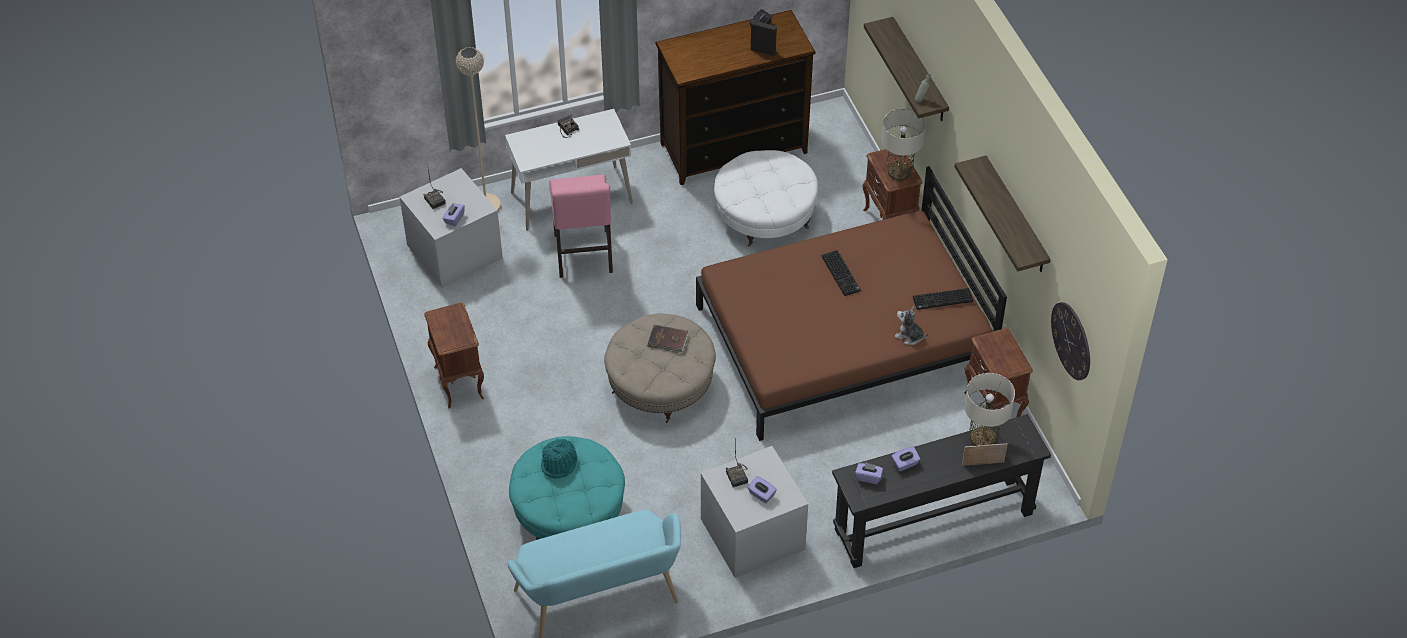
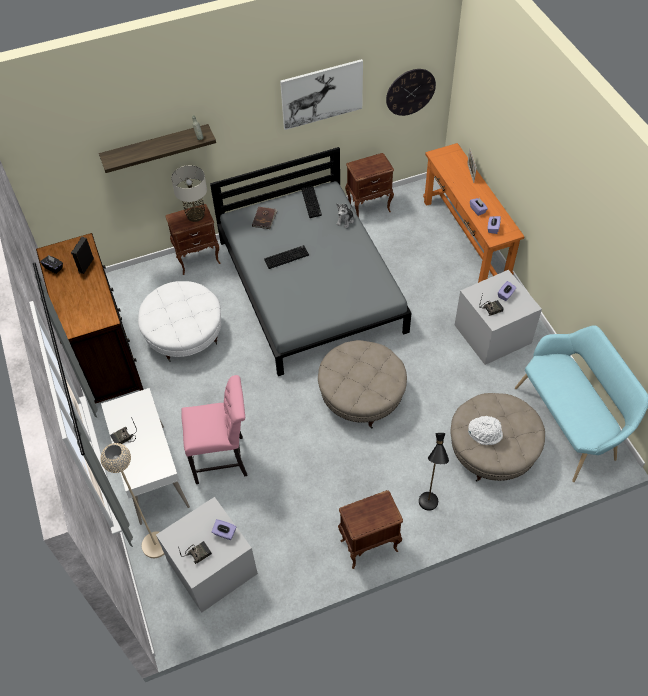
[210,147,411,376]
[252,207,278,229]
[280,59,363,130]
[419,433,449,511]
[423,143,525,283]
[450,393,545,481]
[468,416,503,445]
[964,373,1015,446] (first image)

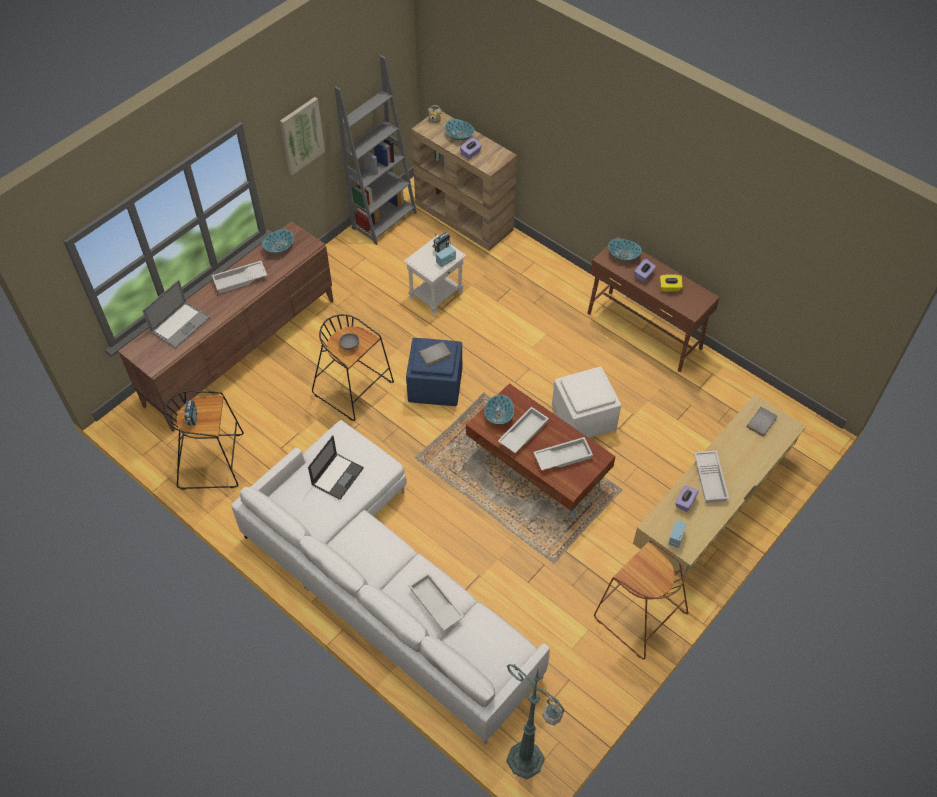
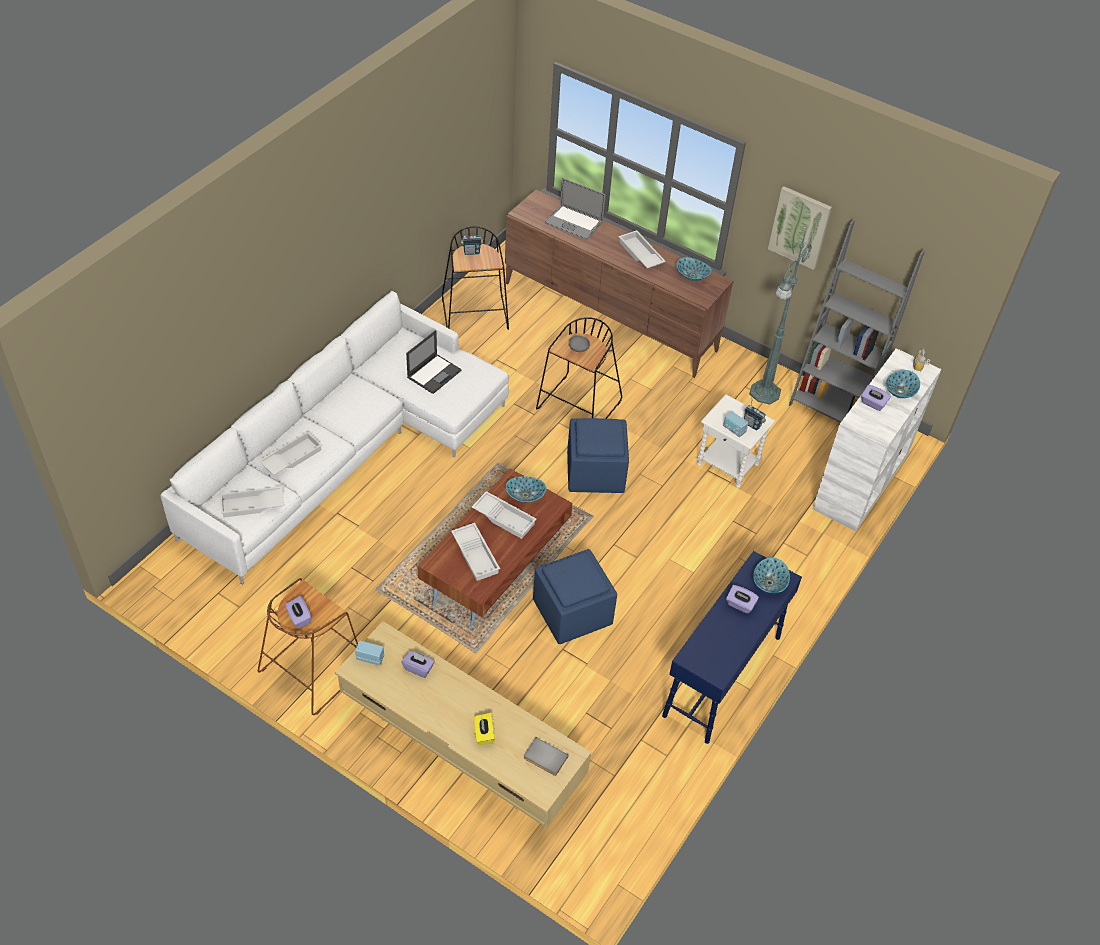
[220,486,284,518]
[285,596,312,628]
[406,330,462,394]
[474,713,495,745]
[533,549,617,644]
[662,551,802,744]
[749,227,812,405]
[812,348,941,532]
[419,341,451,366] (first image)

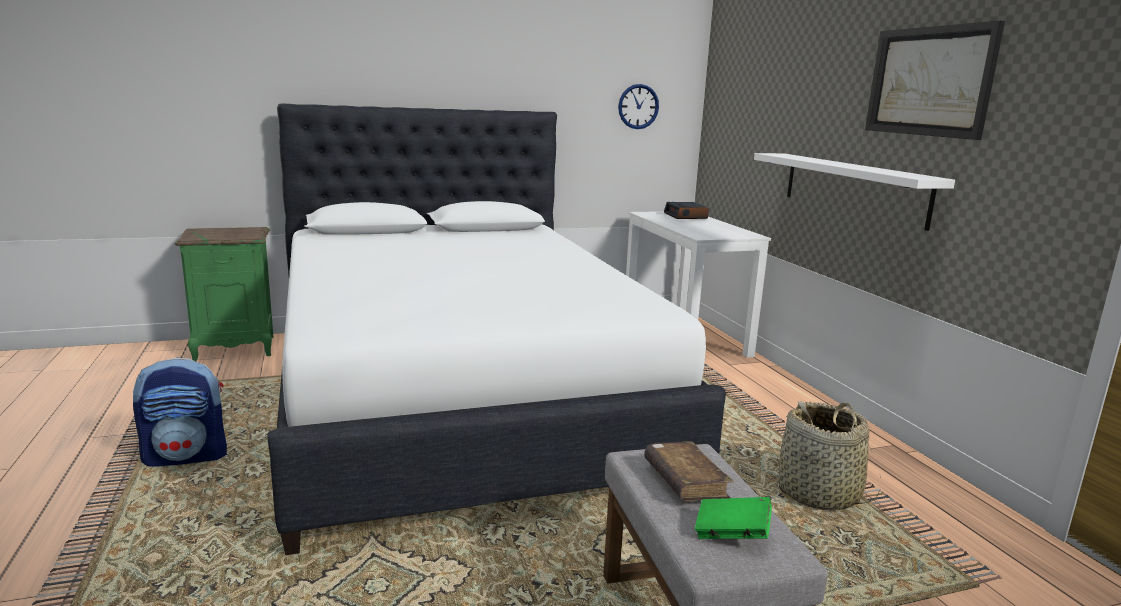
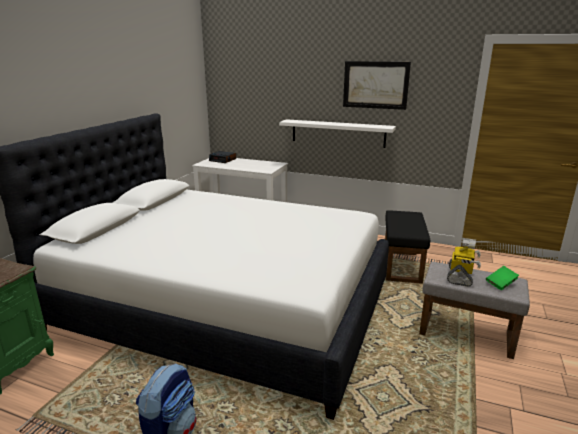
[385,210,430,284]
[447,238,481,287]
[618,84,659,129] (first image)

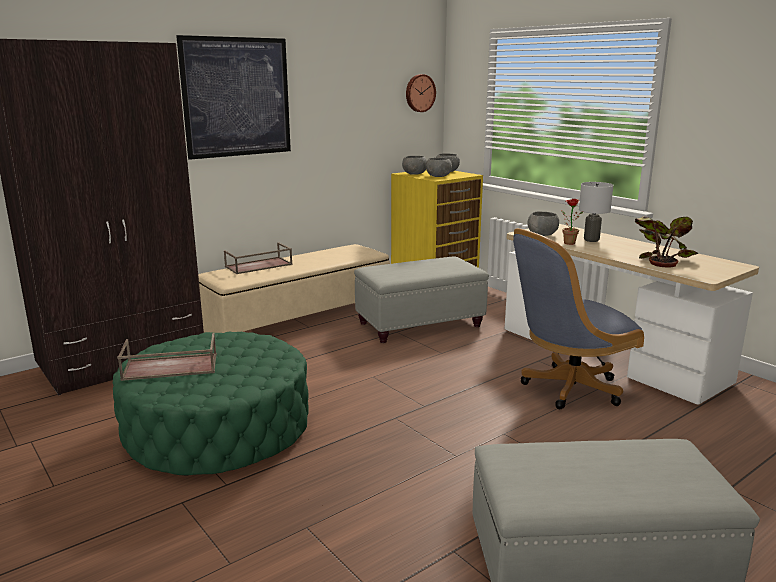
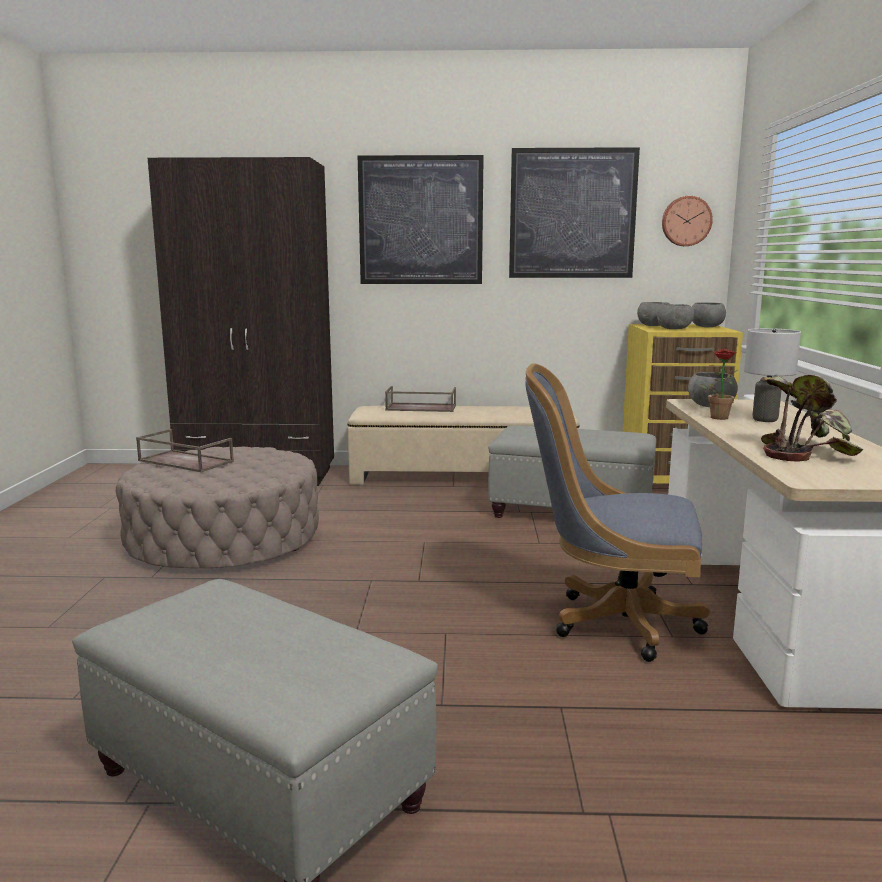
[116,447,319,568]
[509,147,640,278]

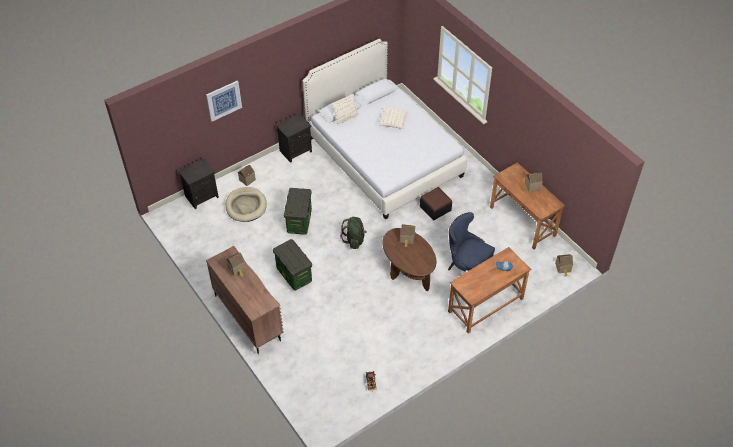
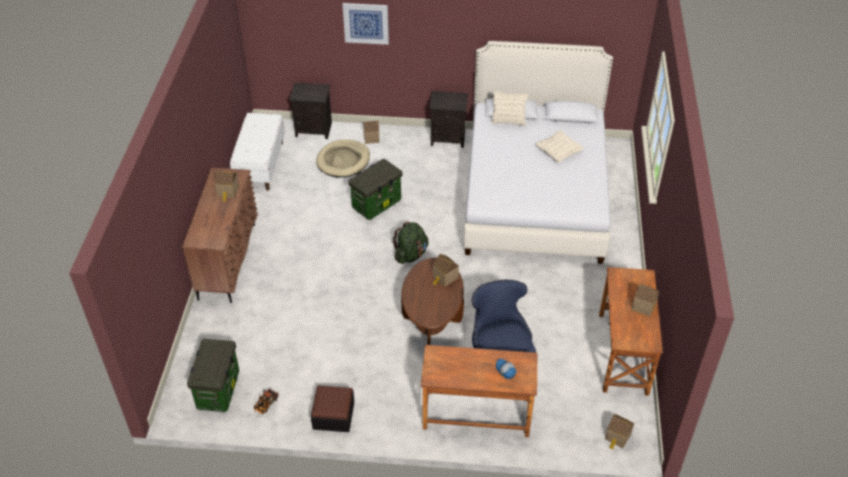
[187,338,239,412]
[230,113,285,191]
[311,386,354,432]

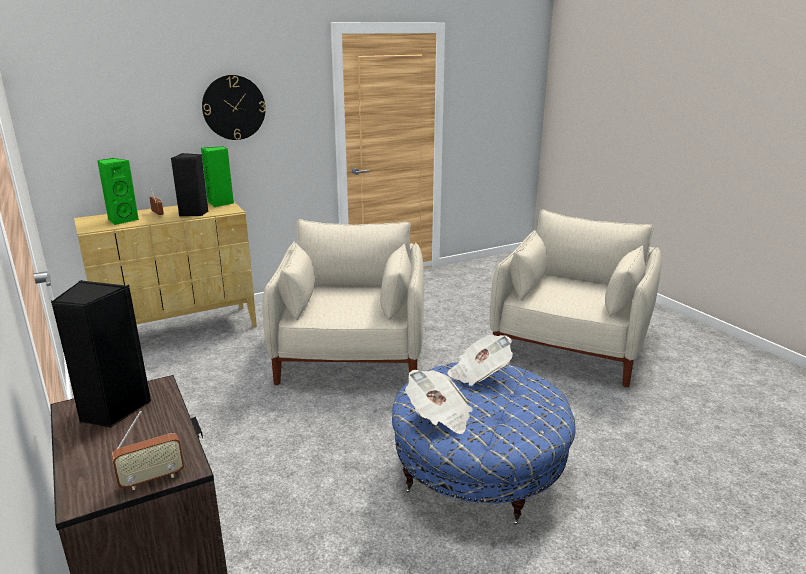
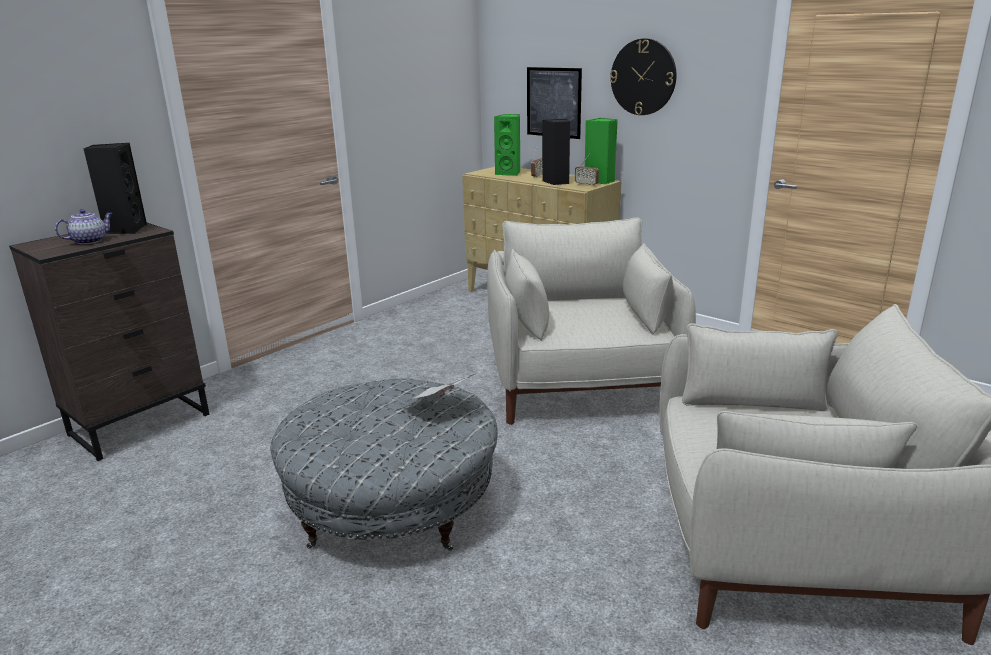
[55,209,113,244]
[270,378,498,551]
[487,218,696,425]
[527,67,582,139]
[575,154,599,186]
[405,370,473,434] (first image)

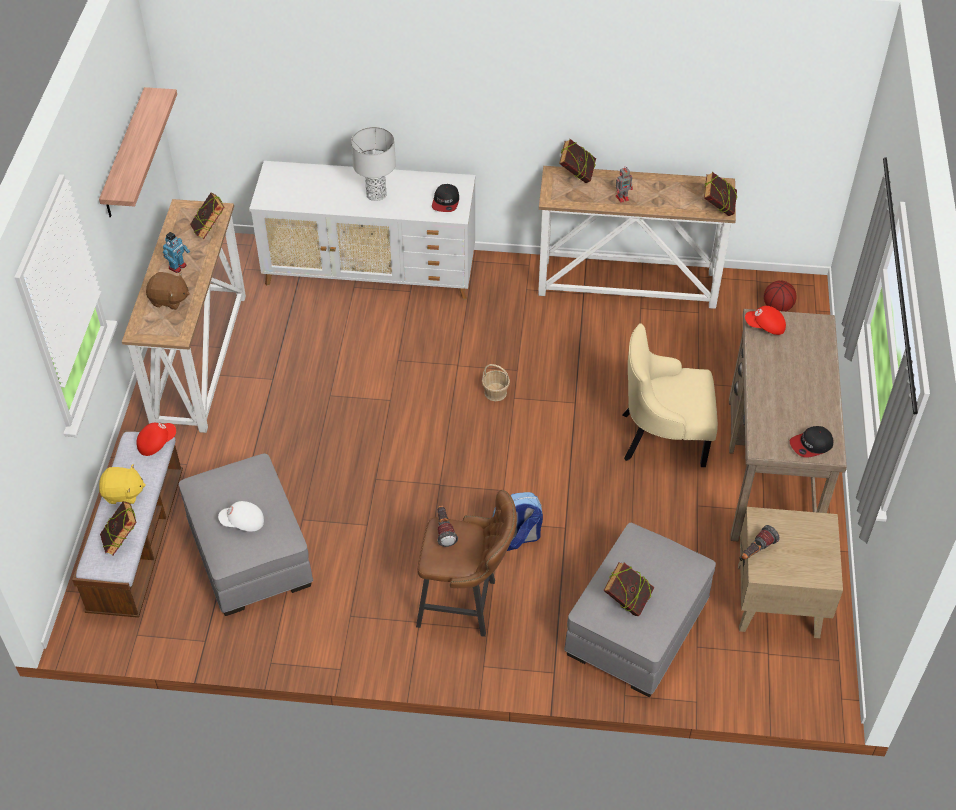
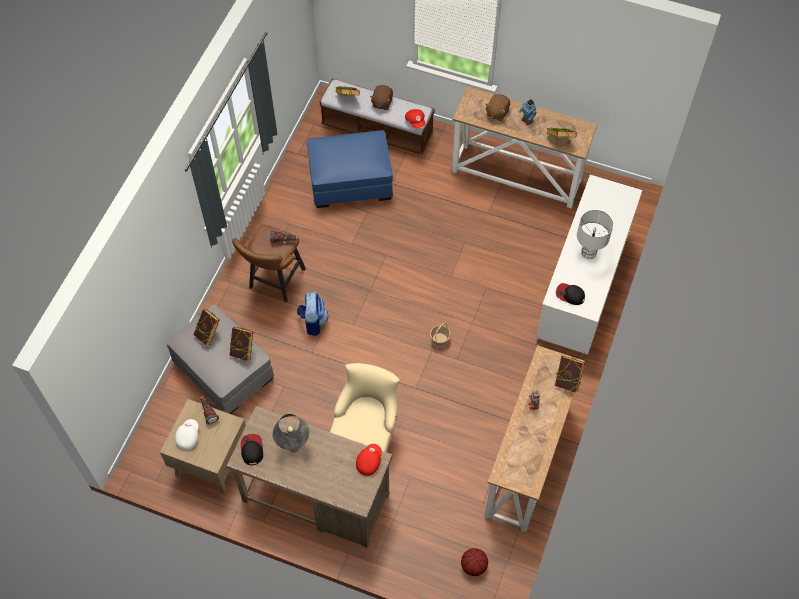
[175,419,198,450]
[229,327,253,361]
[273,414,309,452]
[307,130,393,208]
[370,85,393,110]
[99,87,177,217] (first image)

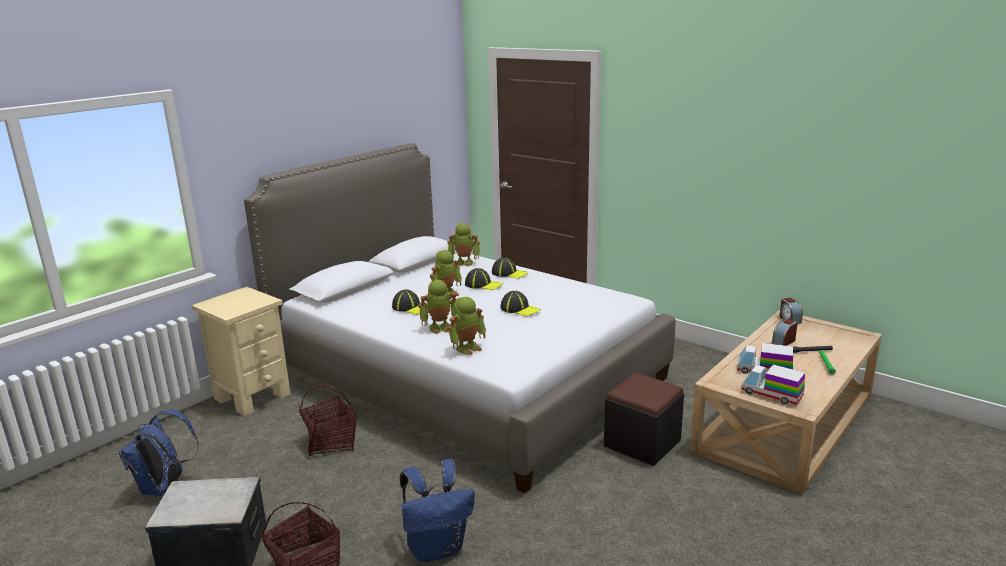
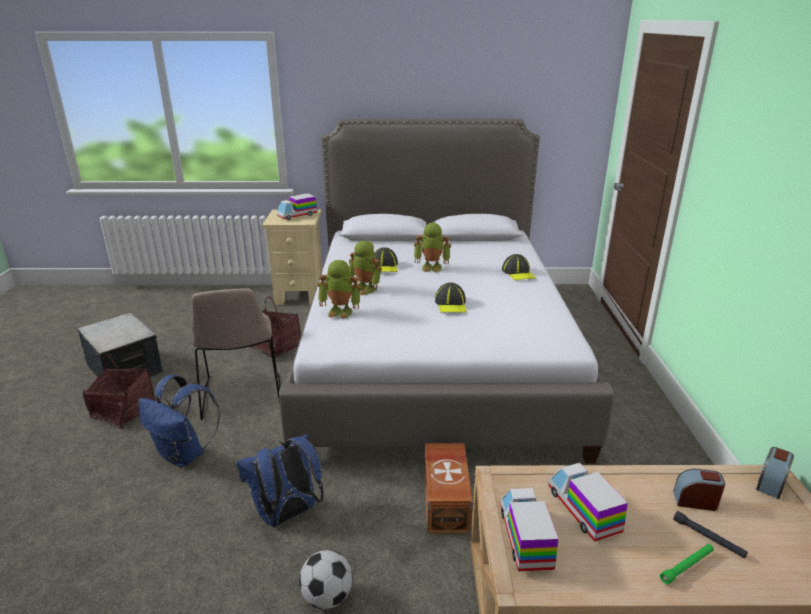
[191,288,280,420]
[236,434,324,527]
[277,193,317,220]
[299,550,353,609]
[424,443,473,534]
[447,223,480,267] (first image)
[465,268,503,290] (first image)

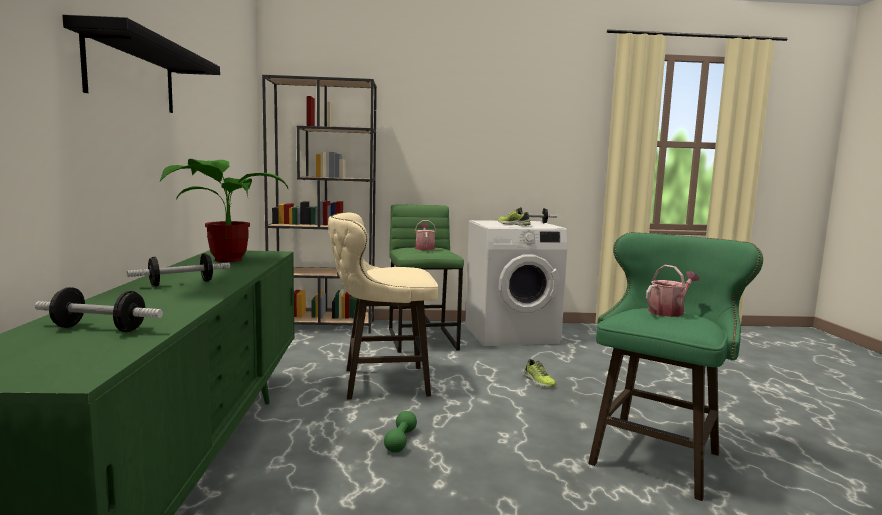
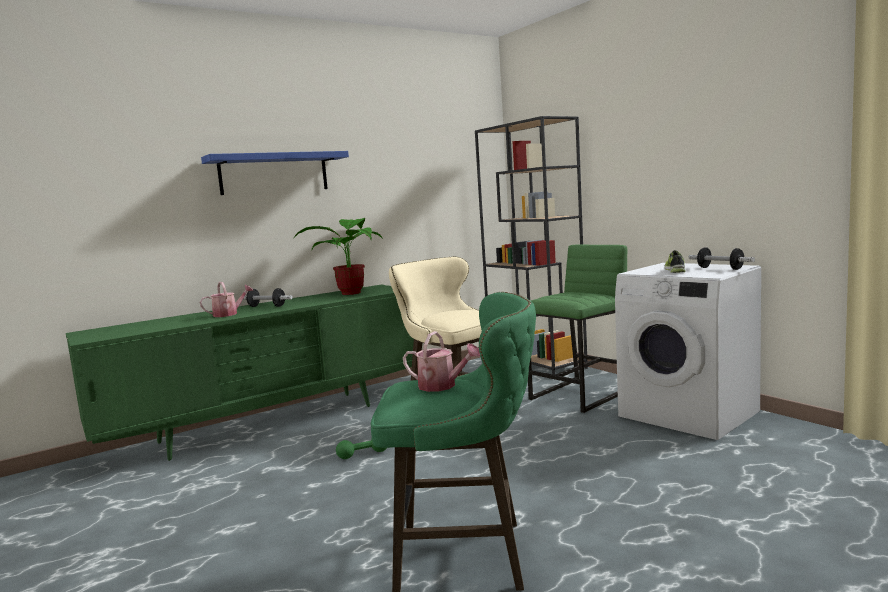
[200,282,253,317]
[201,151,349,195]
[35,287,163,332] (first image)
[524,359,556,387] (first image)

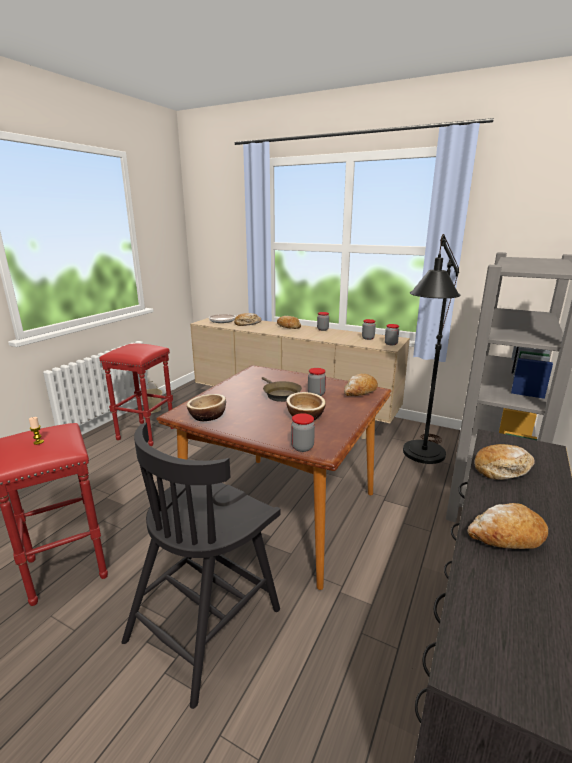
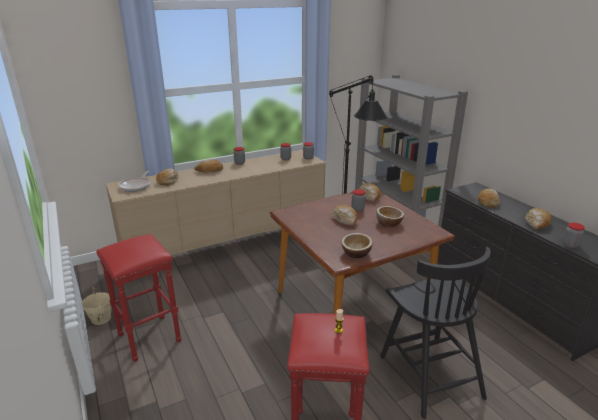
[331,204,358,226]
[563,223,585,248]

